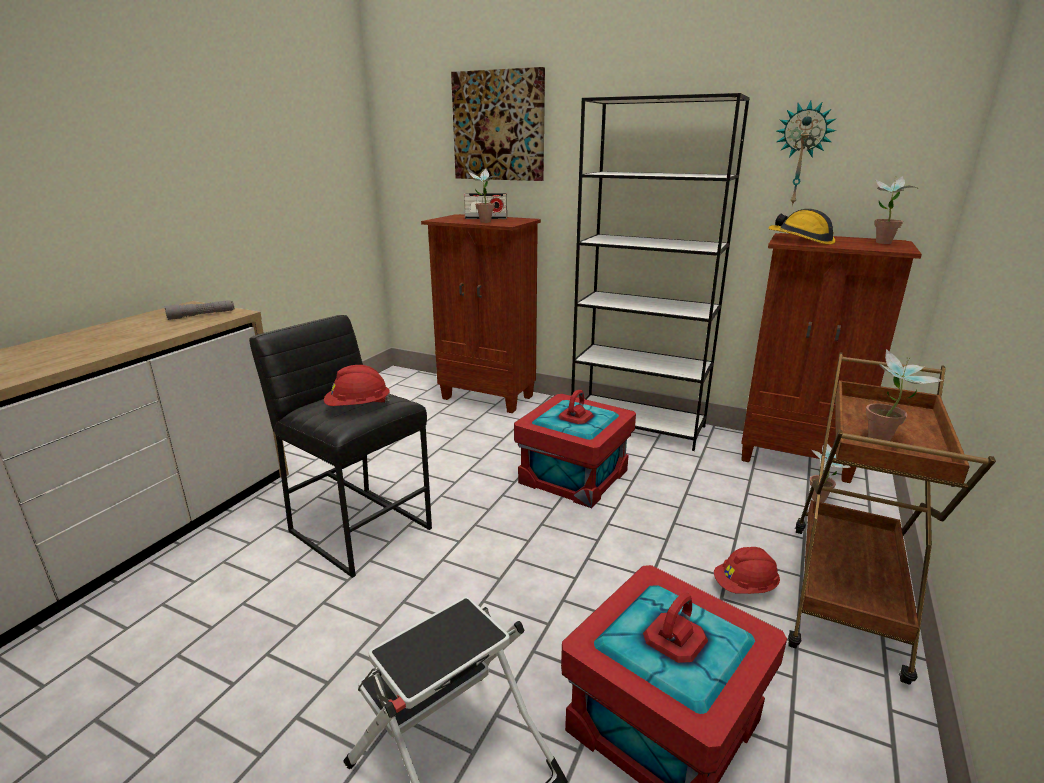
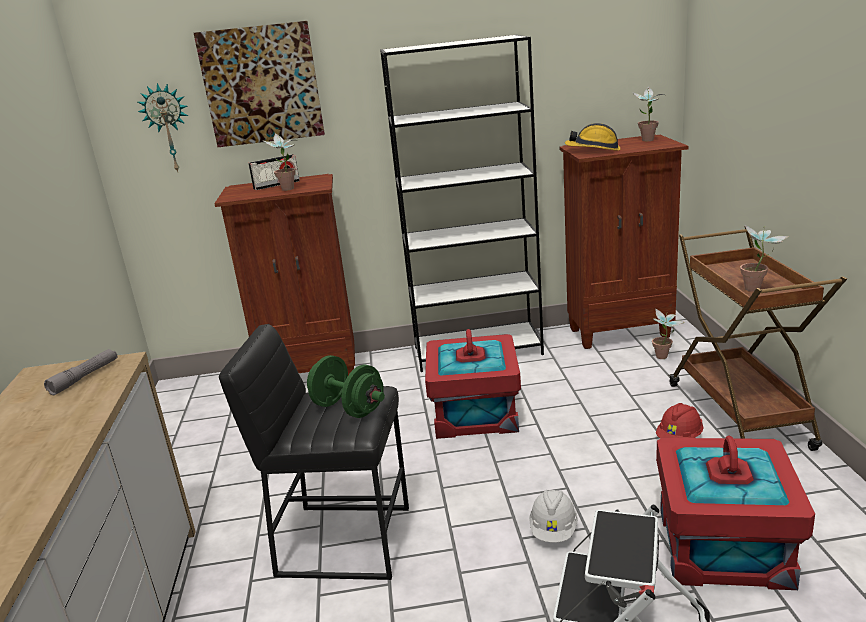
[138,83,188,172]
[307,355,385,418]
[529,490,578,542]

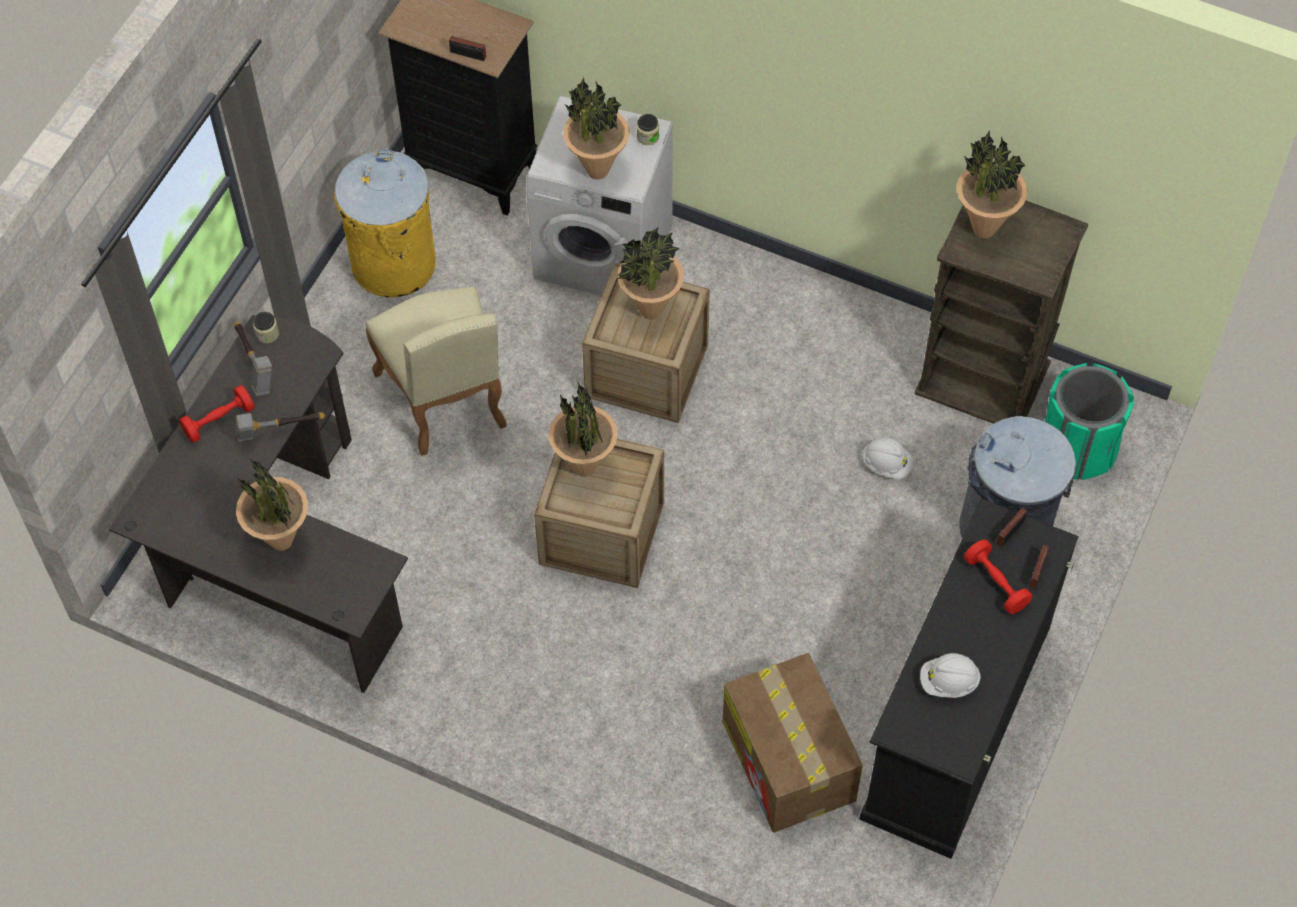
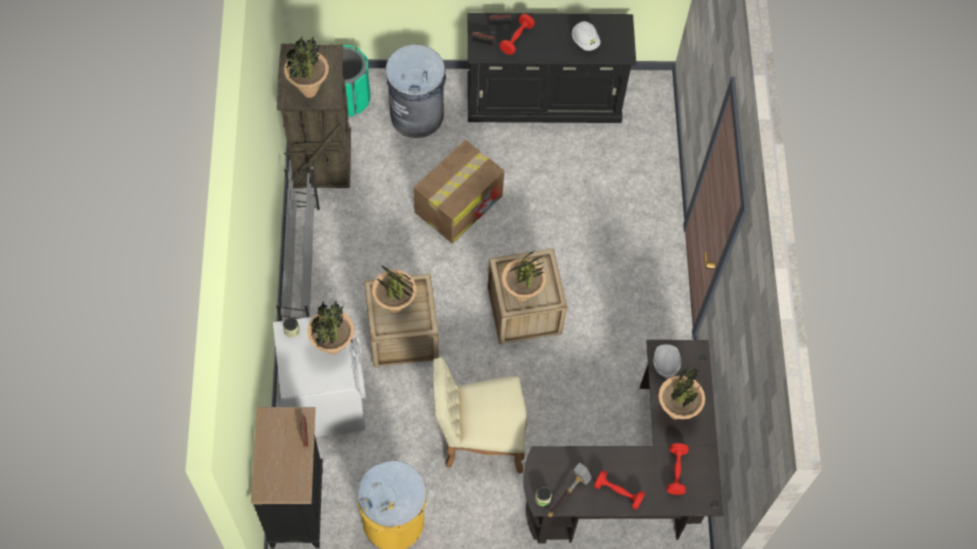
[276,166,320,321]
[414,140,504,244]
[433,357,527,473]
[653,344,681,379]
[667,443,689,495]
[235,412,325,442] (first image)

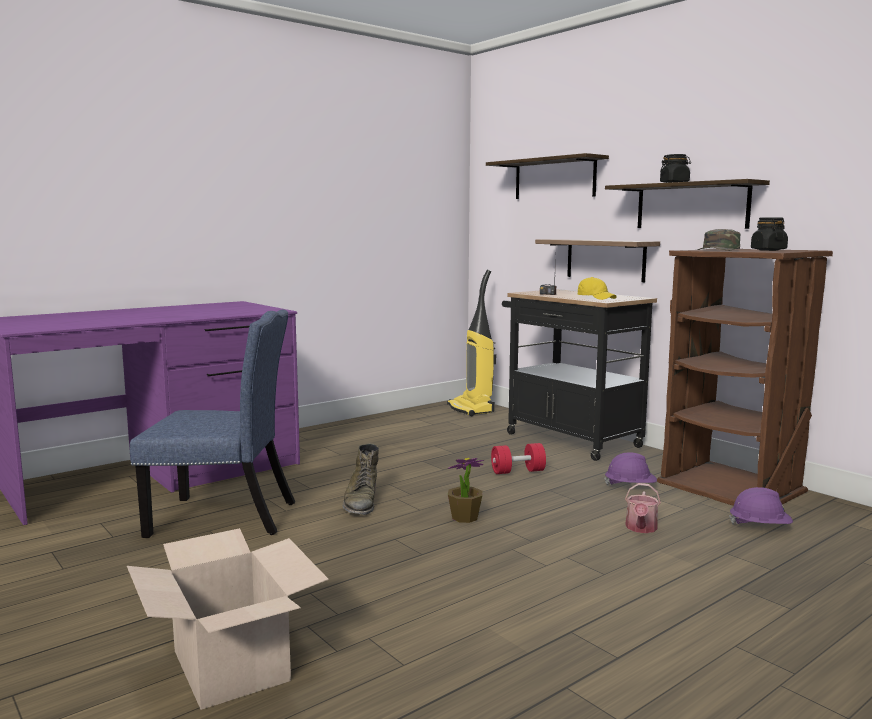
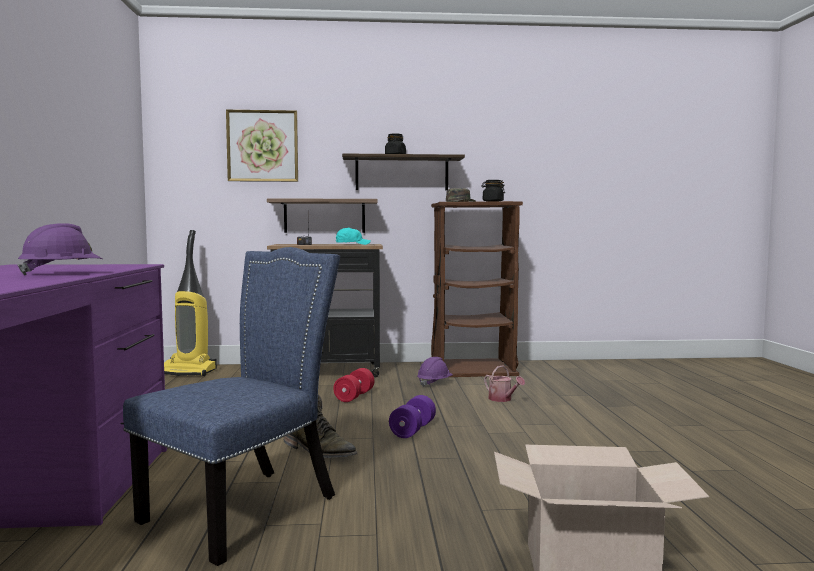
[18,223,103,275]
[226,110,298,182]
[336,227,371,245]
[389,395,436,438]

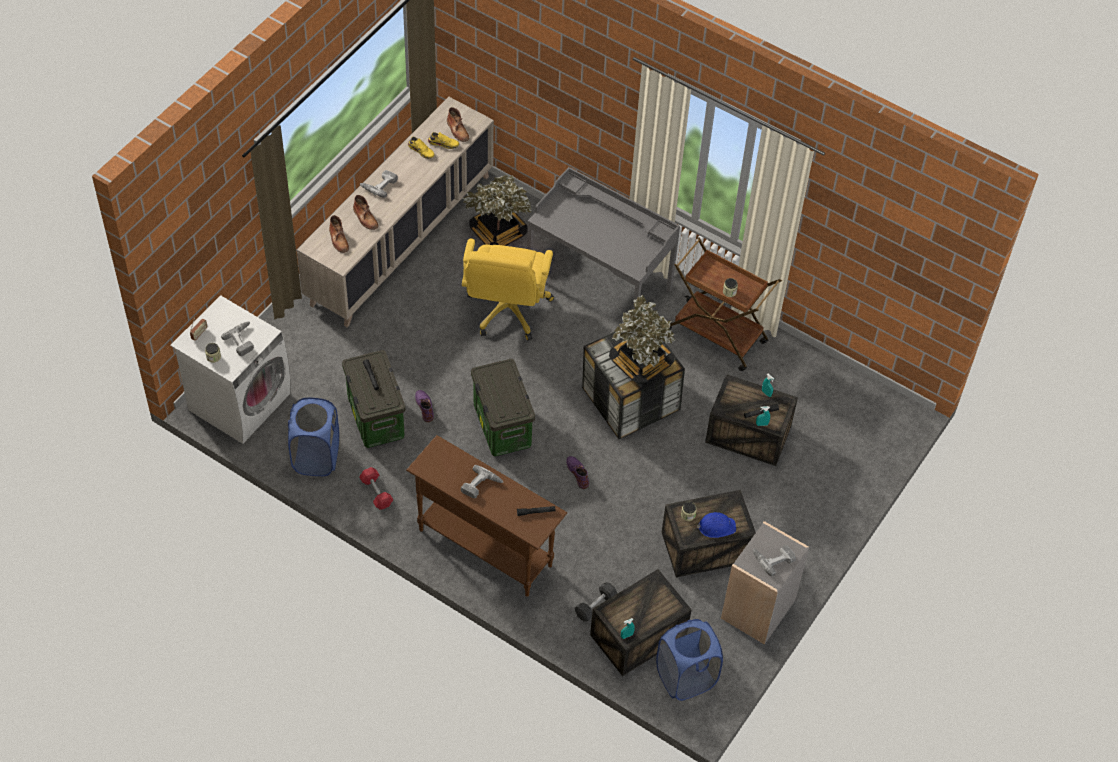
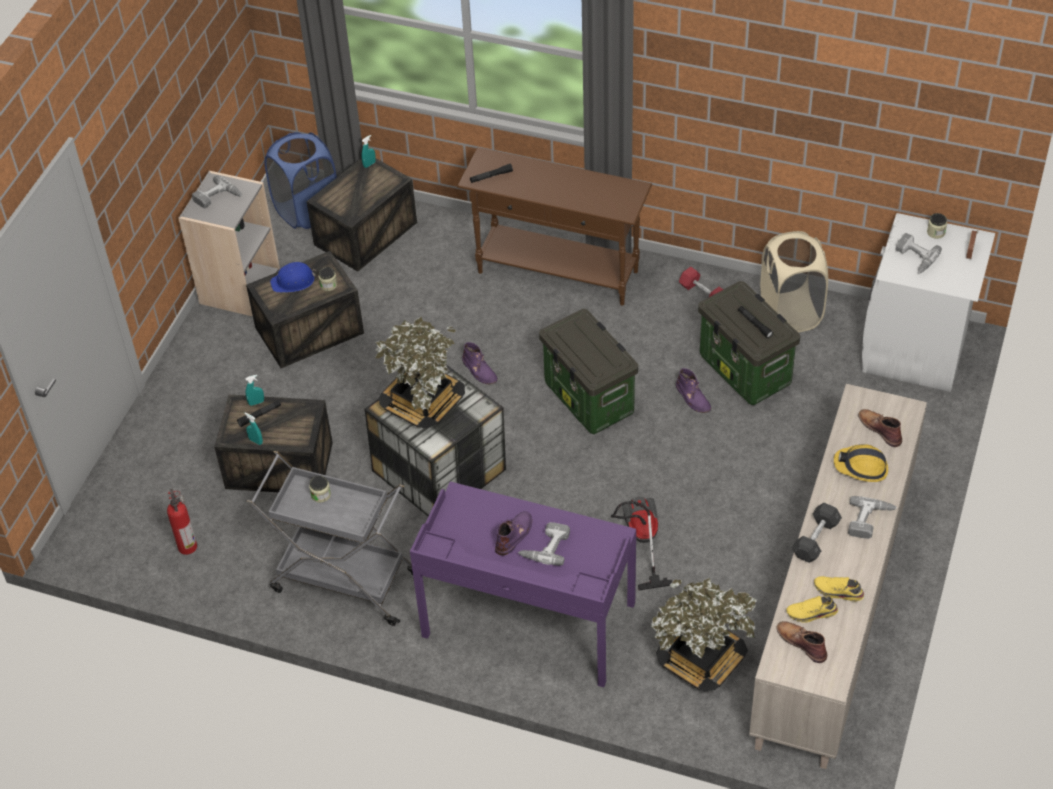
[167,488,197,555]
[247,451,413,626]
[410,481,636,687]
[495,511,532,556]
[518,522,570,565]
[611,497,672,591]
[760,231,828,333]
[792,503,842,563]
[834,444,888,482]

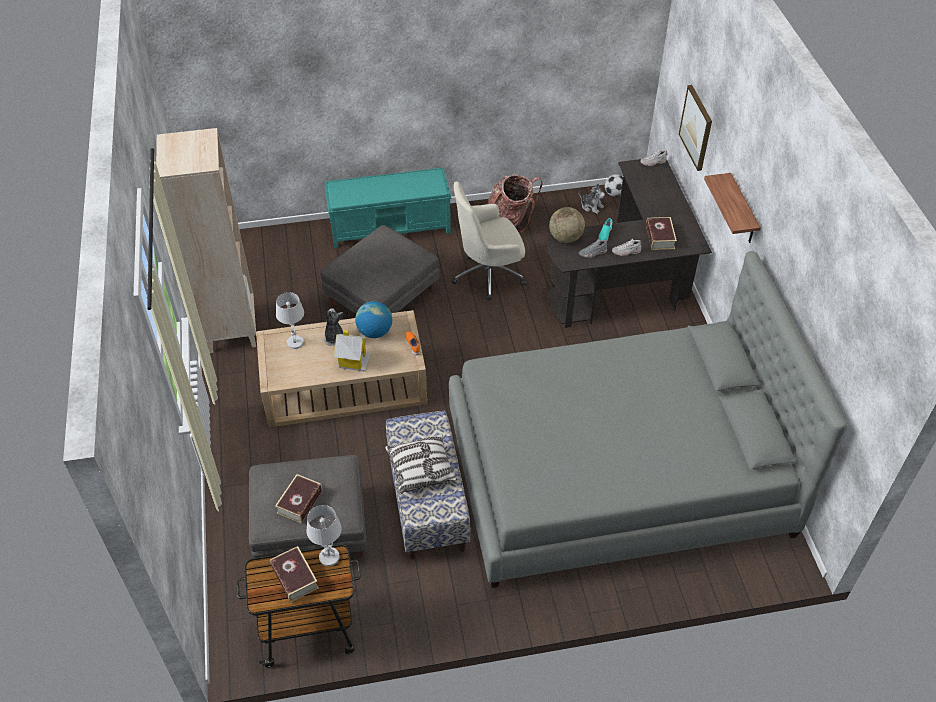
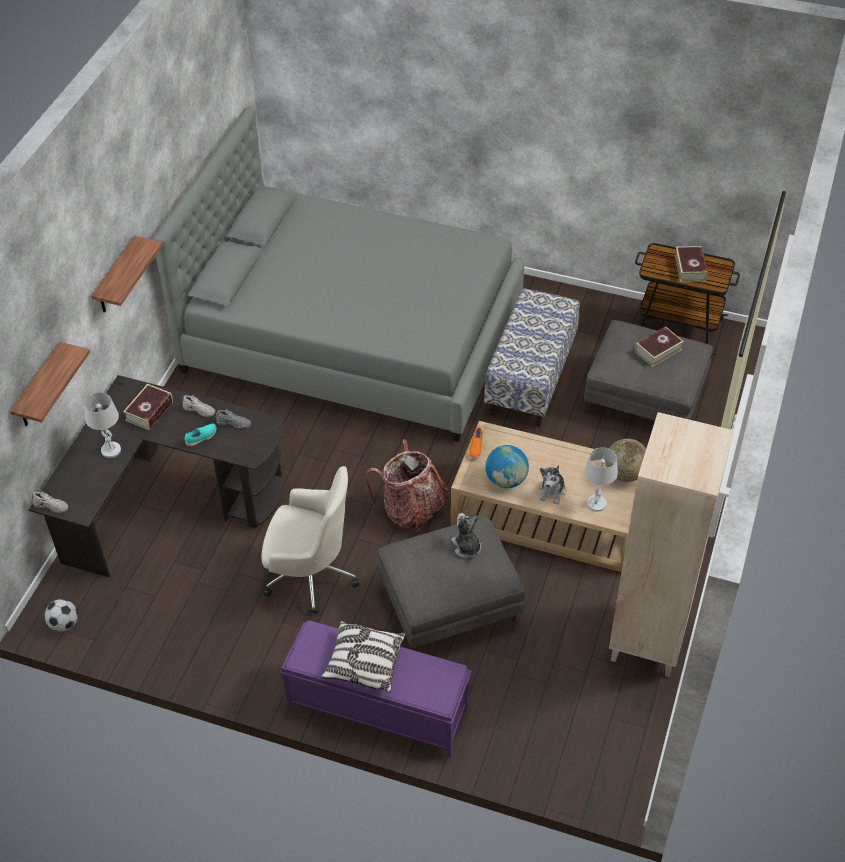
[10,342,90,426]
[84,392,121,458]
[280,621,472,758]
[321,621,405,693]
[366,439,449,531]
[451,513,481,558]
[606,439,646,482]
[334,330,371,372] (first image)

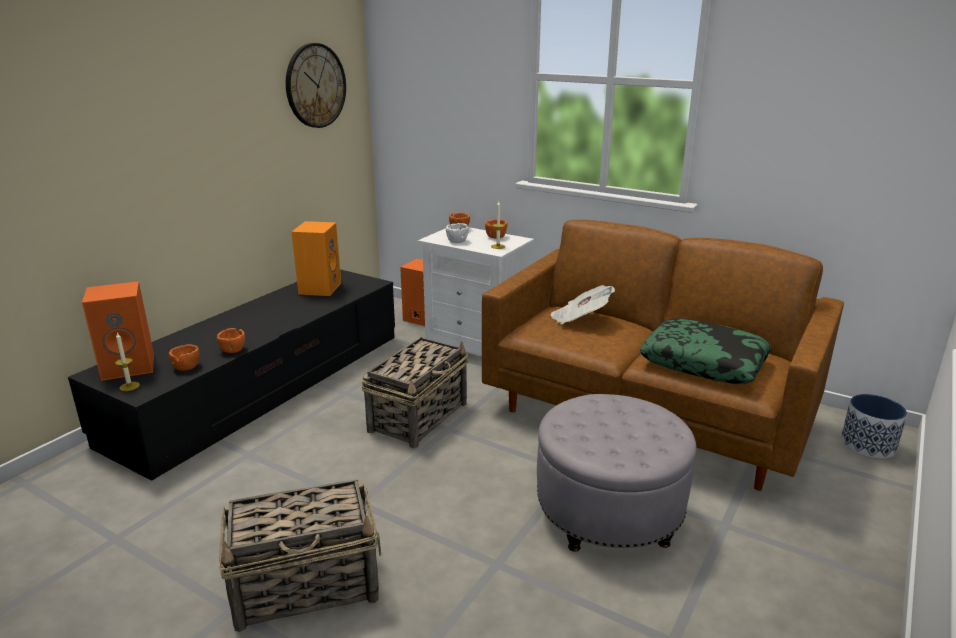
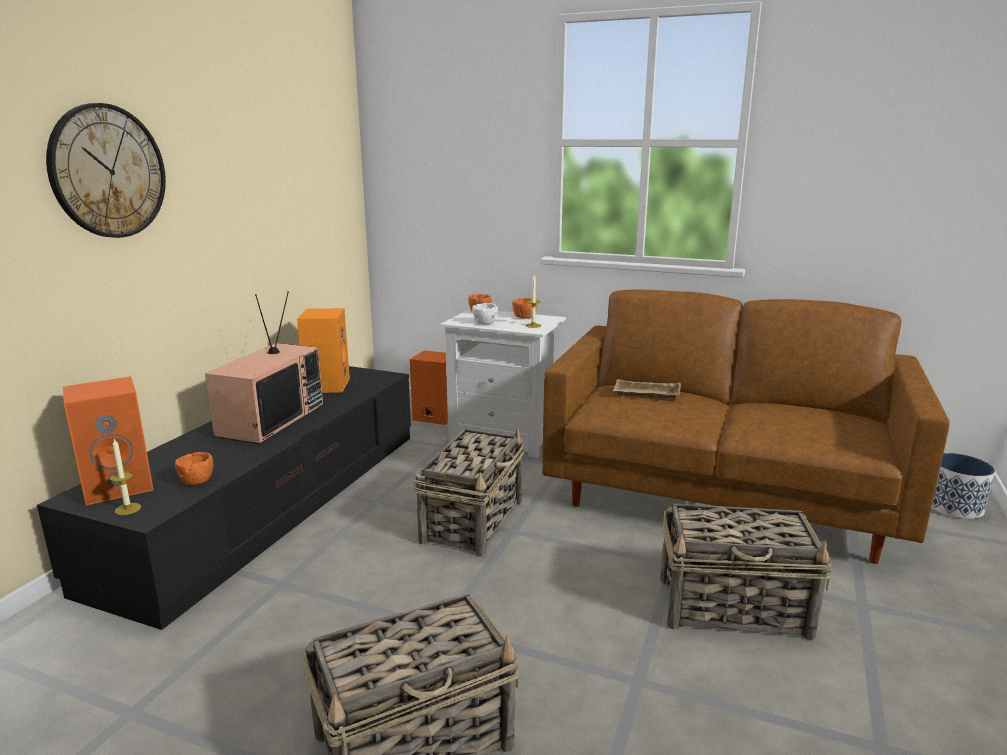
[46,103,166,238]
[205,291,323,444]
[613,379,681,401]
[660,504,832,641]
[217,328,245,353] (first image)
[640,318,772,384] (first image)

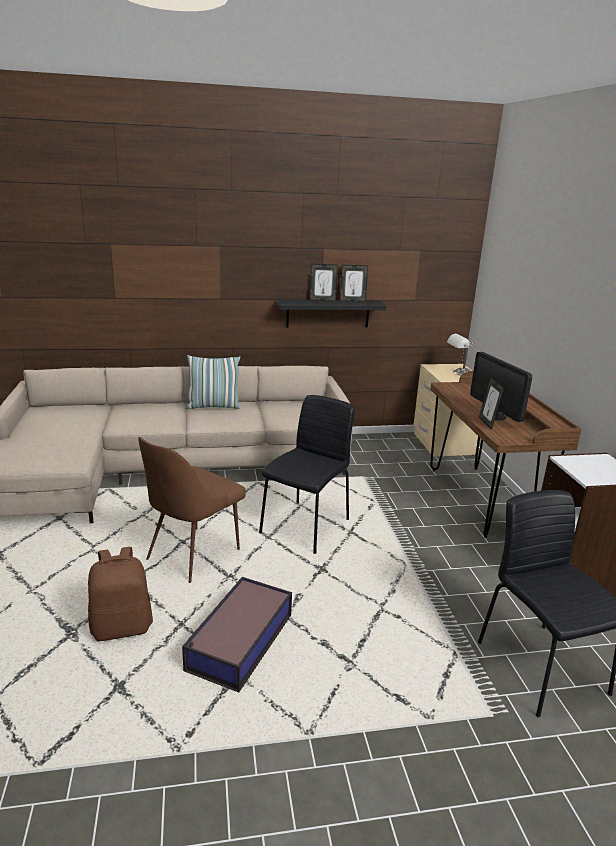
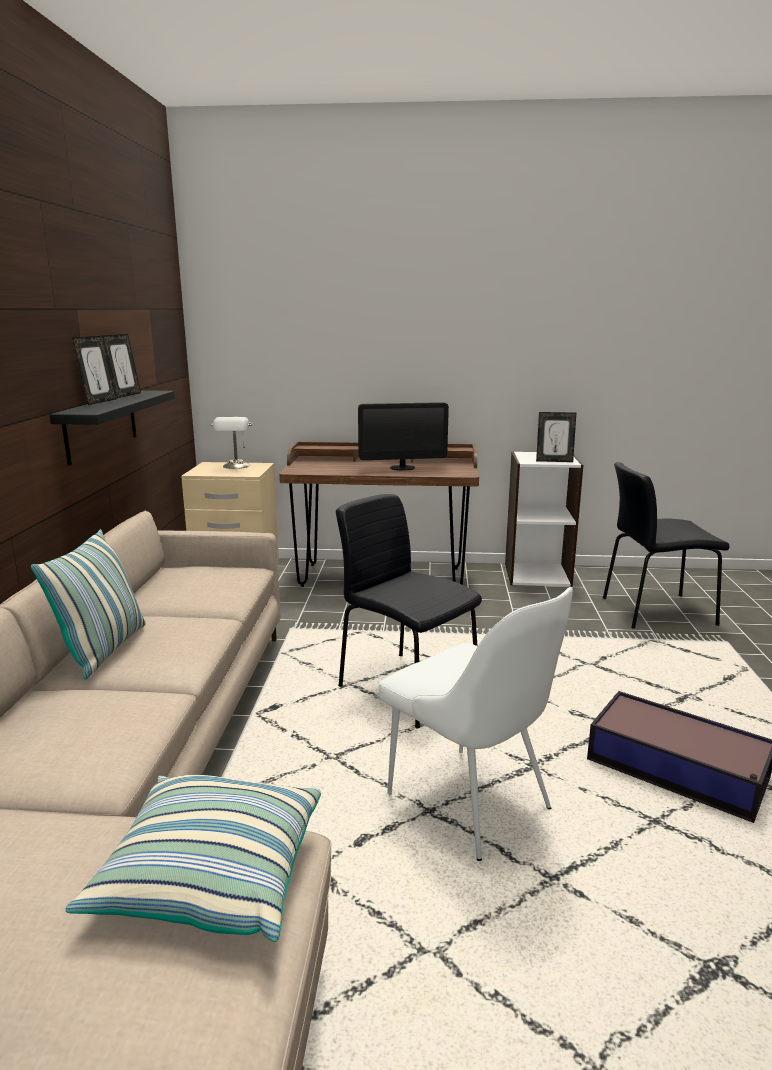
[65,775,321,942]
[379,587,573,861]
[536,412,576,462]
[88,547,153,641] (first image)

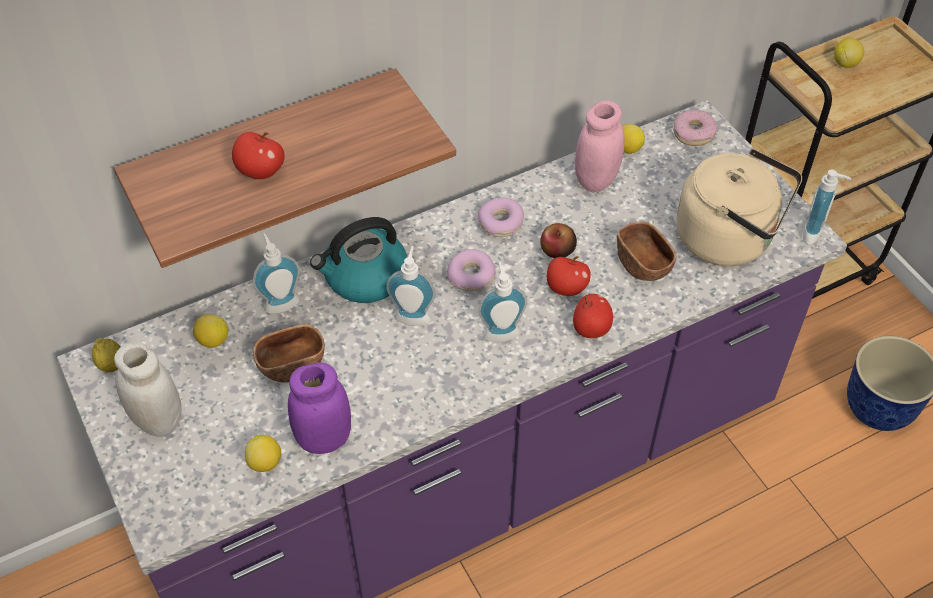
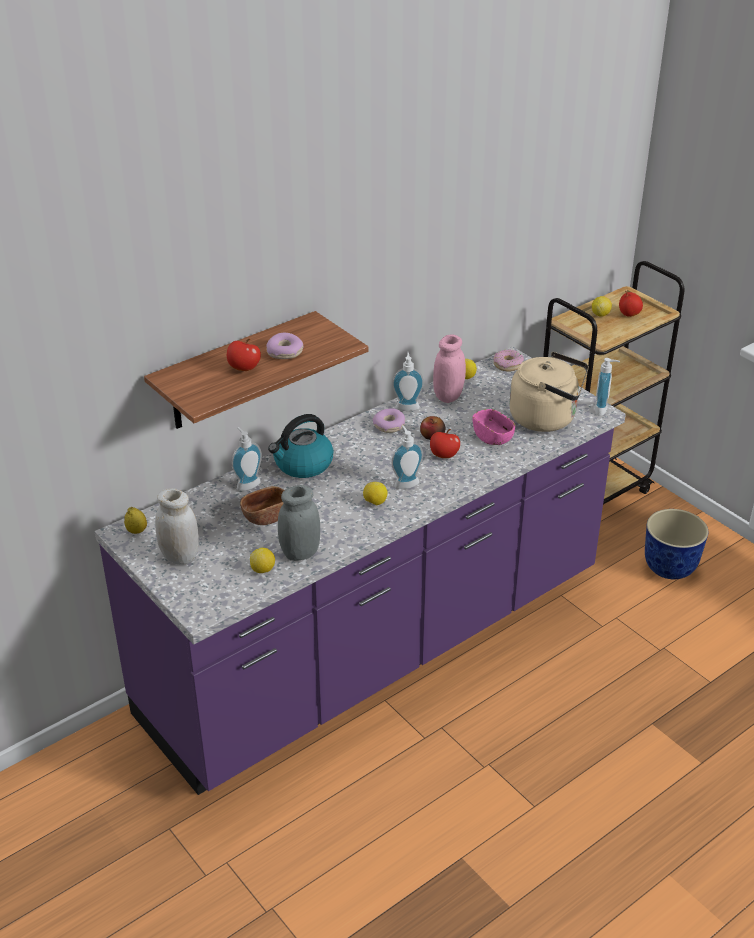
[267,333,304,359]
[278,485,320,561]
[363,482,388,505]
[392,352,424,411]
[472,409,515,445]
[619,291,643,317]

